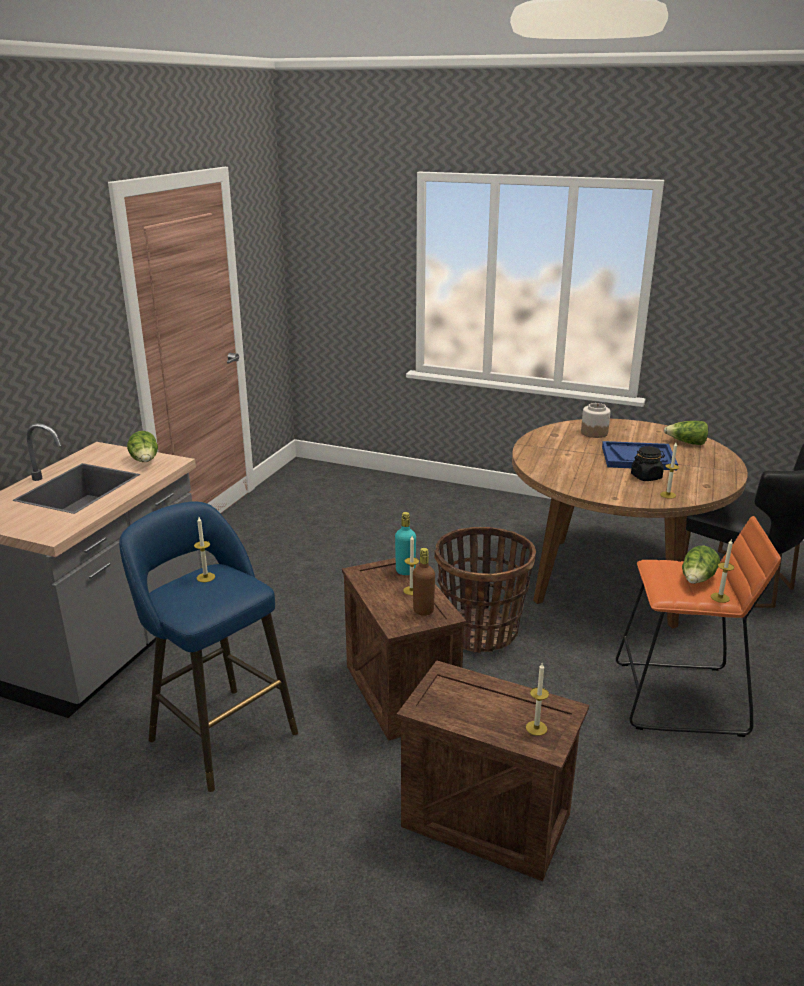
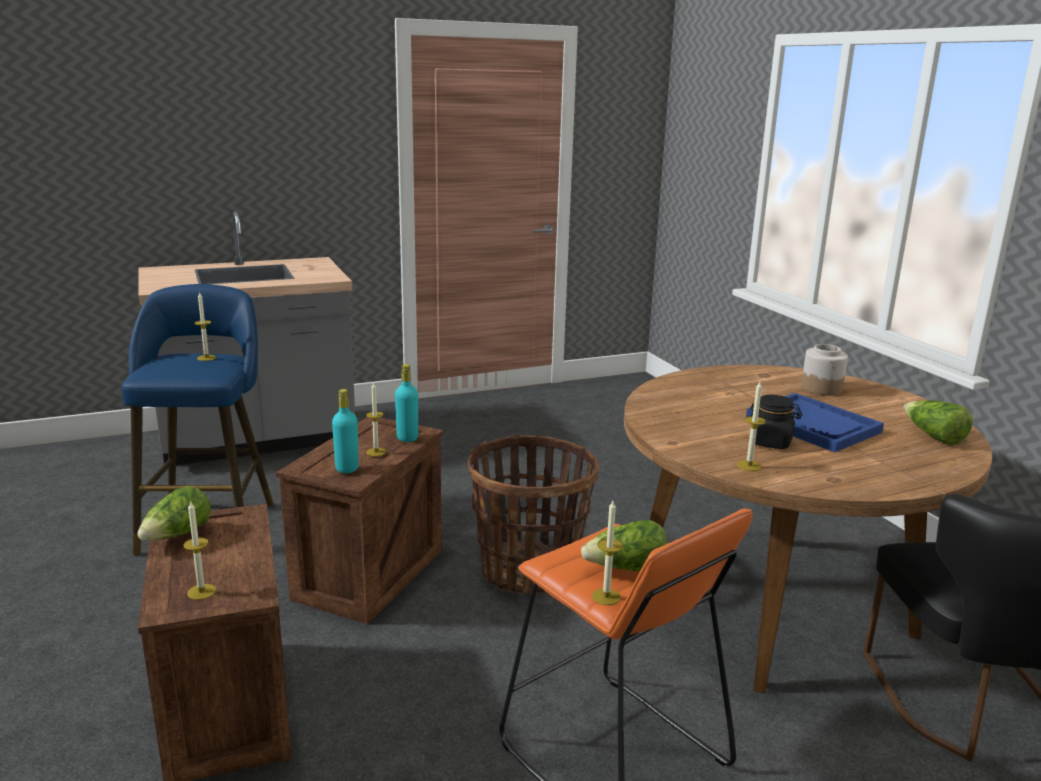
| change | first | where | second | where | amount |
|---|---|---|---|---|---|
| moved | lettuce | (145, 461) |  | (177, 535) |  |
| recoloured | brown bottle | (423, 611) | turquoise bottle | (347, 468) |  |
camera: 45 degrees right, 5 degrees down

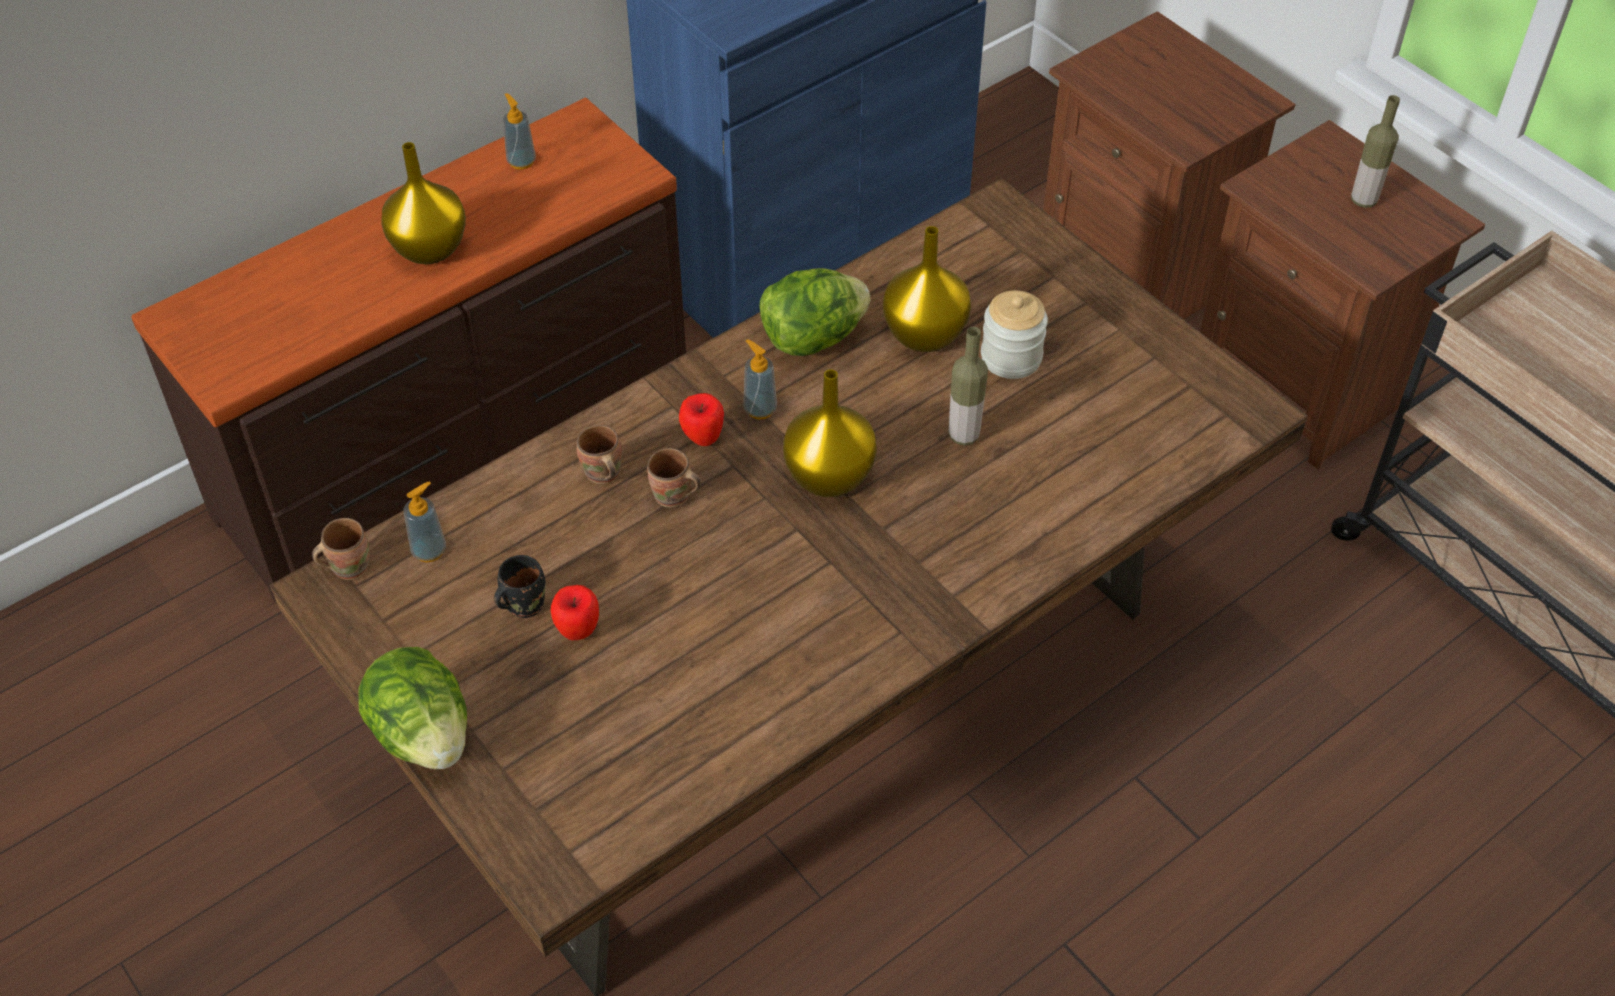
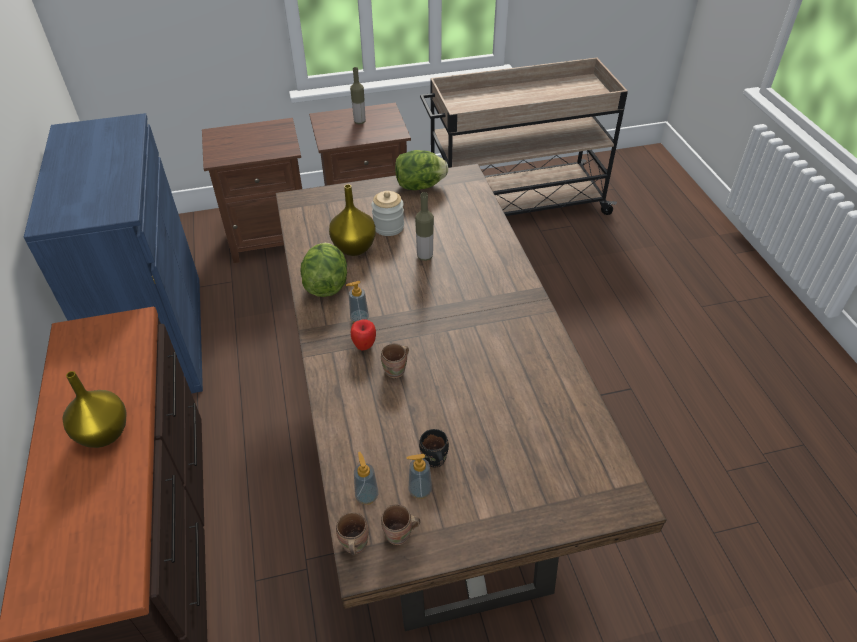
| change | first | where | second | where | amount |
|---|---|---|---|---|---|
| moved | brown mug | (601, 475) |  | (400, 535) |  |
| moved | lettuce | (423, 734) |  | (420, 186) |  |
| moved | soap dispenser | (521, 161) |  | (420, 490) |  |
| removed | apple | (578, 632) |  |  |  |
| removed | yellow vase | (831, 478) |  |  |  |
camera: 65 degrees left, 5 degrees down

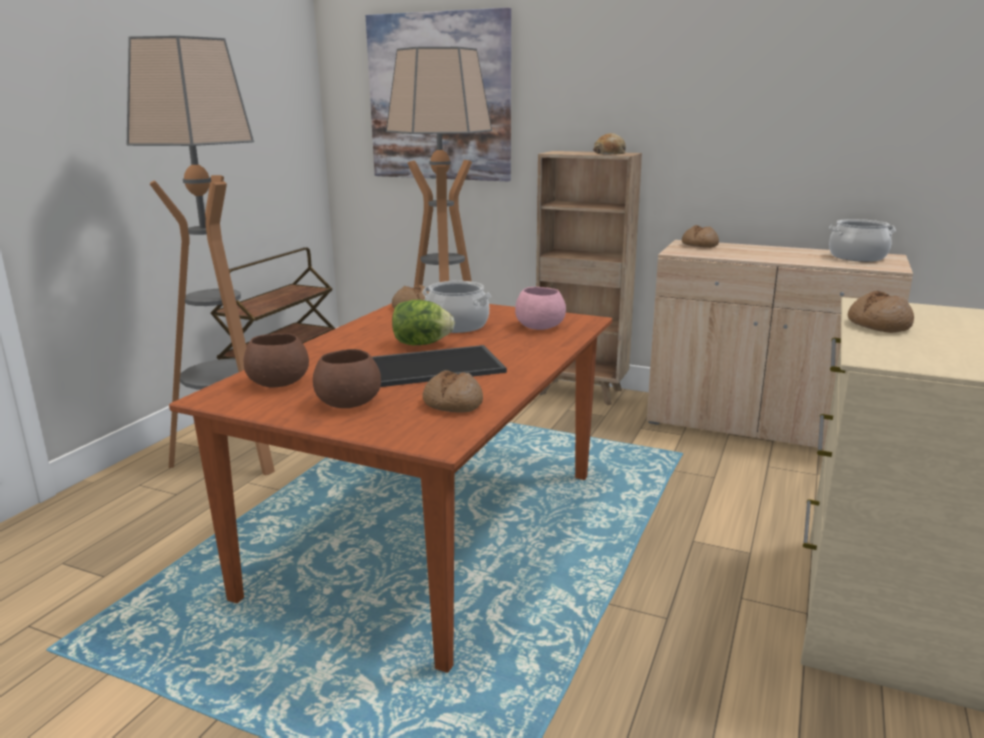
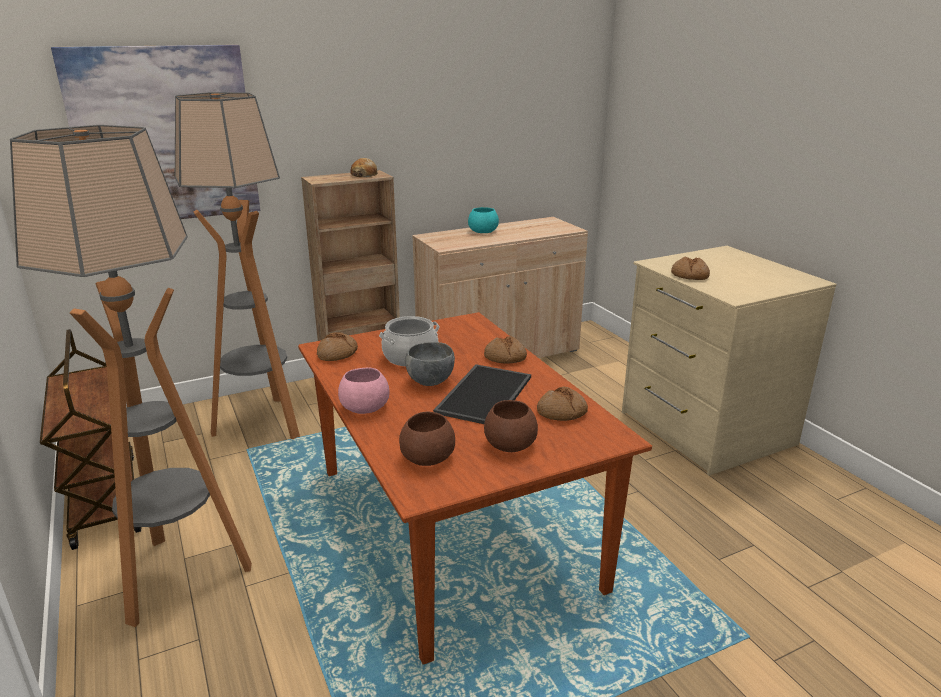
| change | first | where | second | where | amount |
|---|---|---|---|---|---|
| moved | pink bowl | (539, 326) |  | (364, 407) |  |
| replaced | lettuce | (421, 344) | grey bowl | (429, 381) |  |
| added |  |  | turquoise bowl | (483, 231) |  |
| moved | bread | (699, 245) |  | (505, 357) |  |
| removed | cooking pot | (857, 257) |  |  |  |
camera: 50 degrees left, 5 degrees up

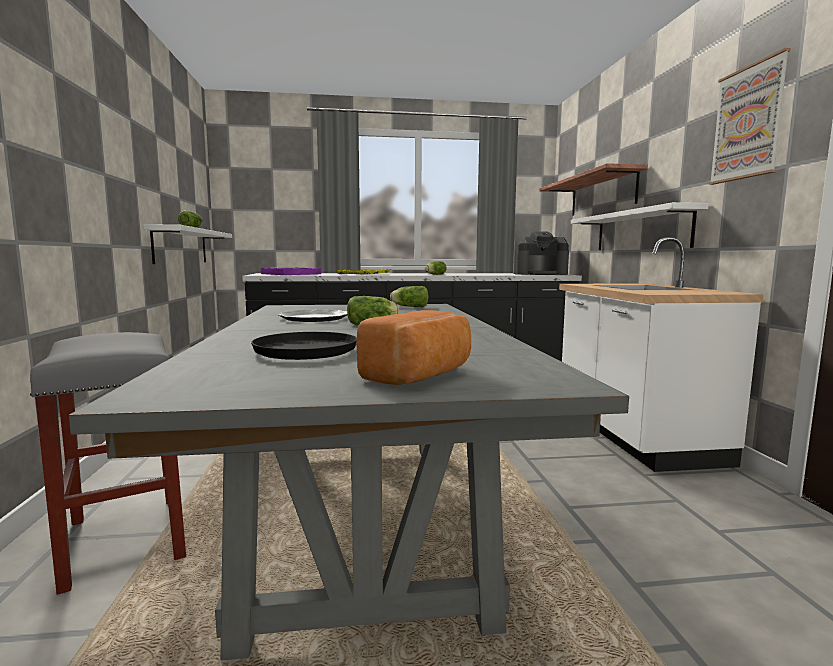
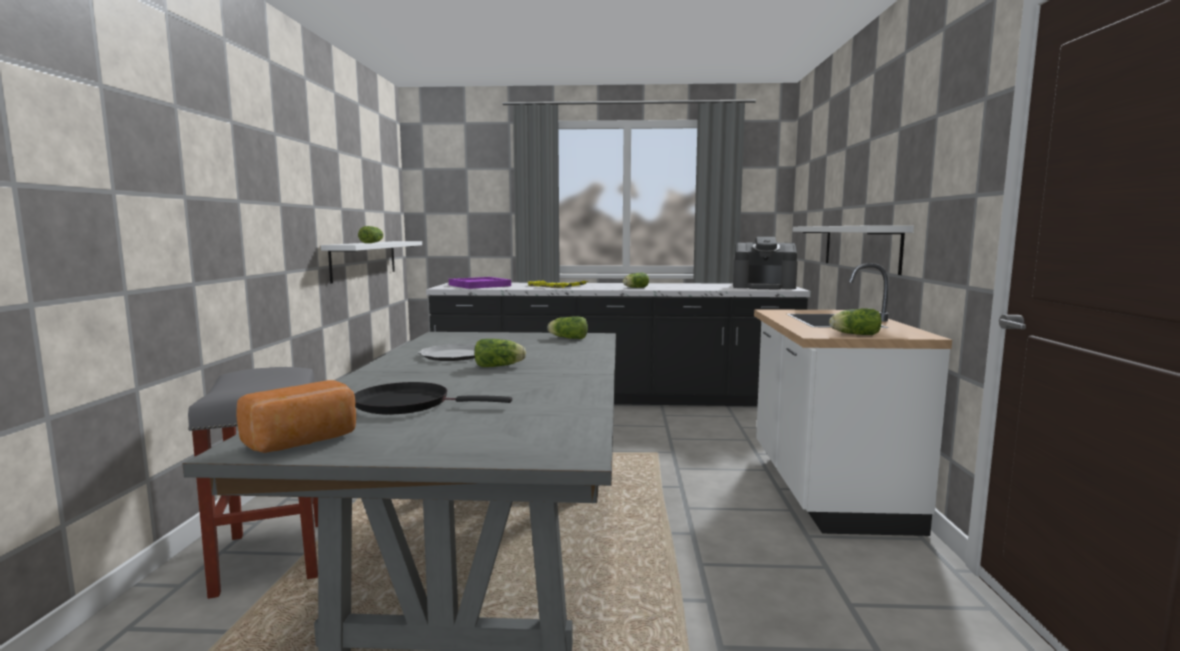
| change | first | where | second | where | amount |
|---|---|---|---|---|---|
| moved | bread | (421, 375) |  | (303, 441) |  |
| added |  |  | lettuce | (853, 334) |  |
| removed | shelf | (602, 194) |  |  |  |
| removed | picture | (748, 123) |  |  |  |
camera: 10 degrees right, 0 degrees up

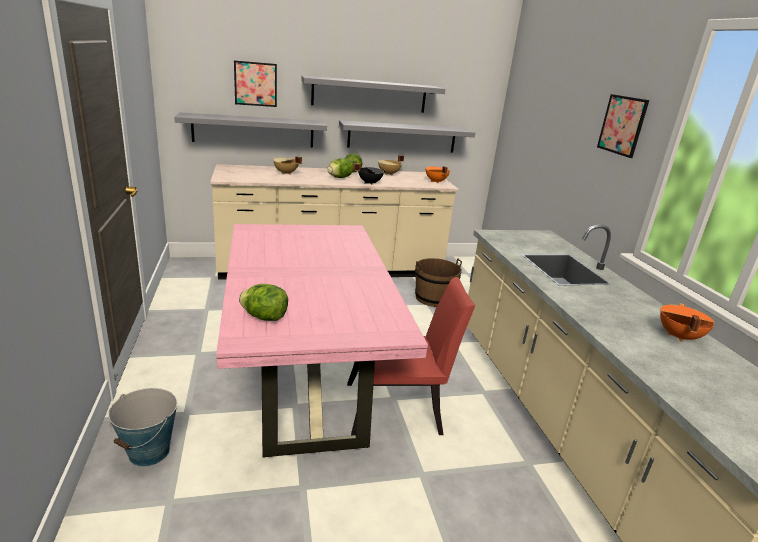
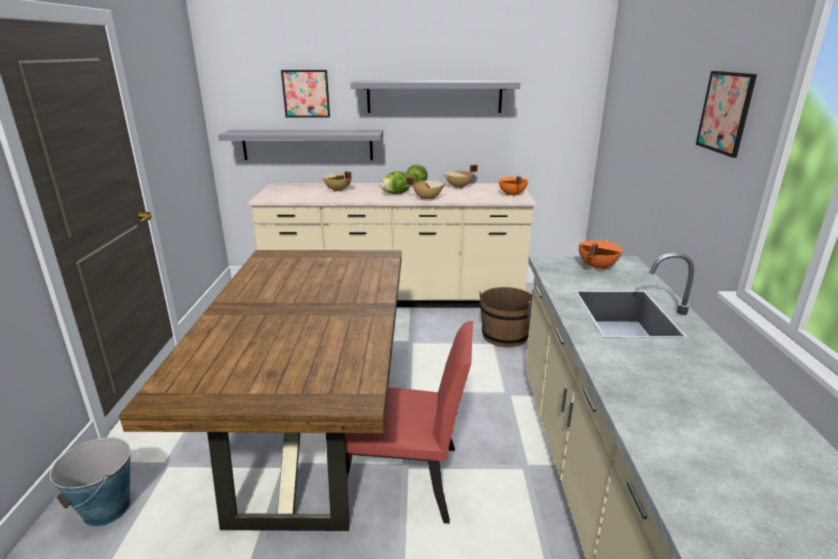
| change | first | where | second | where | amount |
|---|---|---|---|---|---|
| recoloured | pink dining table | (307, 378) | brown dining table | (314, 431) |  |
| recoloured | black cooking pot | (369, 183) | beige cooking pot | (427, 199) |  |
| moved | orange cooking pot | (678, 336) |  | (596, 267) |  |
| removed | lettuce | (264, 317) |  |  |  |
| removed | grey shelf | (402, 137) |  |  |  |
camera: 15 degrees right, 0 degrees up

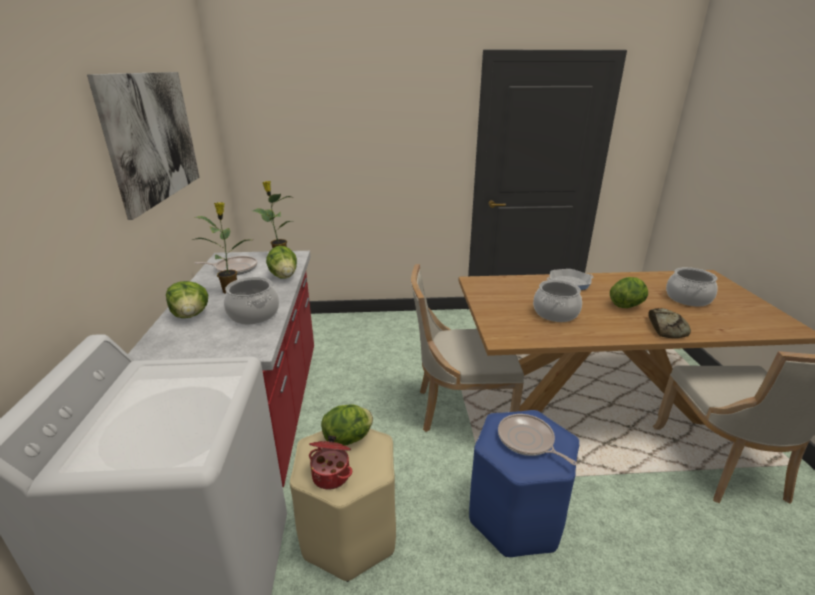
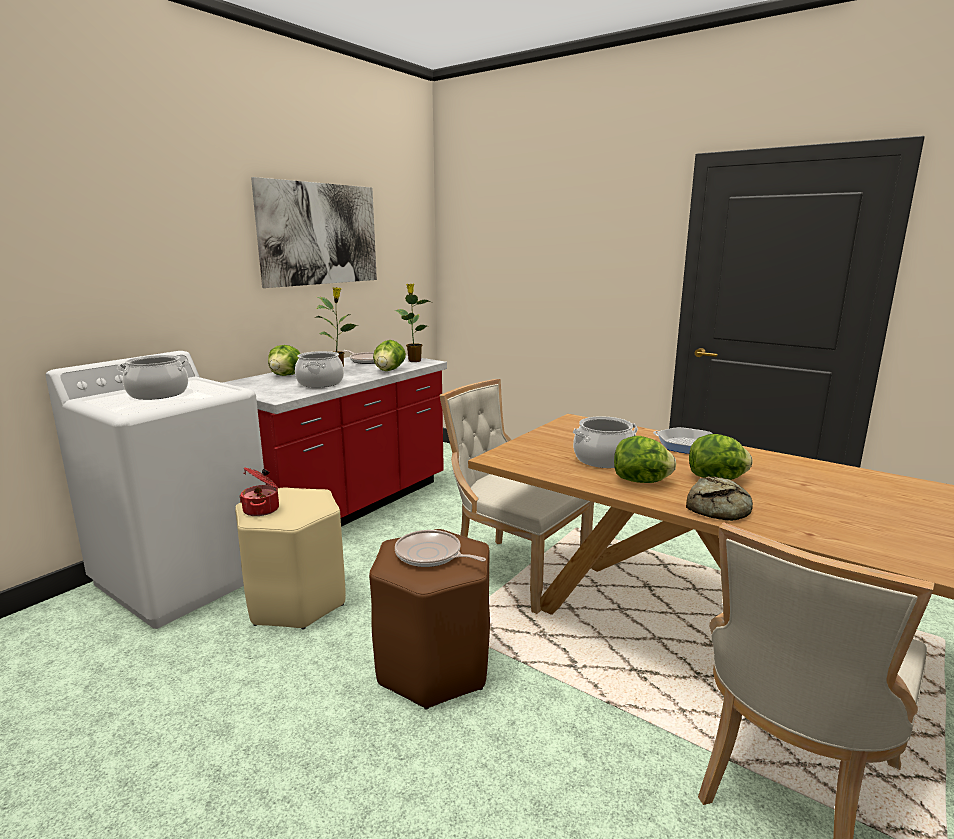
| change | first | where | second | where | amount |
|---|---|---|---|---|---|
| moved | cooking pot | (687, 298) |  | (158, 394) |  |
| recoloured | blue stool | (515, 517) | brown stool | (433, 667) |  |
| turned | frying pan | (528, 441) |  | (431, 555) | 60 degrees counterclockwise |
| moved | lettuce | (348, 439) |  | (641, 481) |  |
camera: 40 degrees right, 10 degrees down

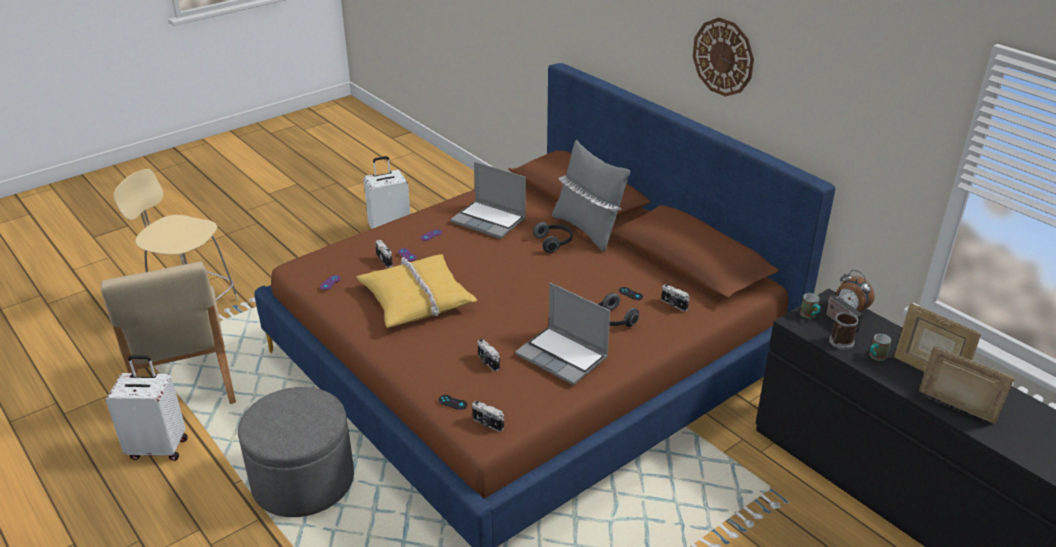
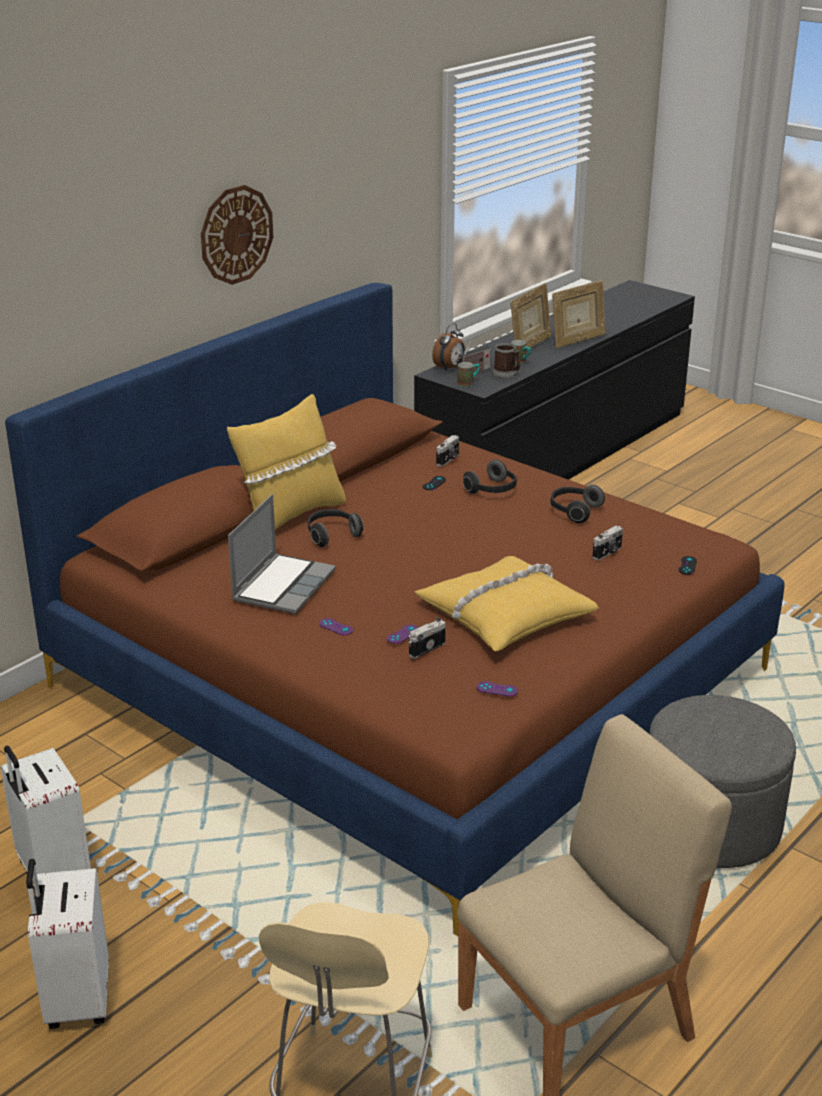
| change | first | where | second | where | amount |
|---|---|---|---|---|---|
| moved | white suitcase | (159, 447) |  | (76, 1001) |  |
| recoloured | grey pillow | (588, 229) | yellow pillow | (290, 516) |  |
| replaced | laptop | (563, 356) | headphones | (574, 511) |  |
| turned | picture frame | (955, 411) |  | (577, 341) | 150 degrees counterclockwise |
| removed | photo camera | (487, 424) |  |  |  |
camera: 100 degrees left, 5 degrees down

